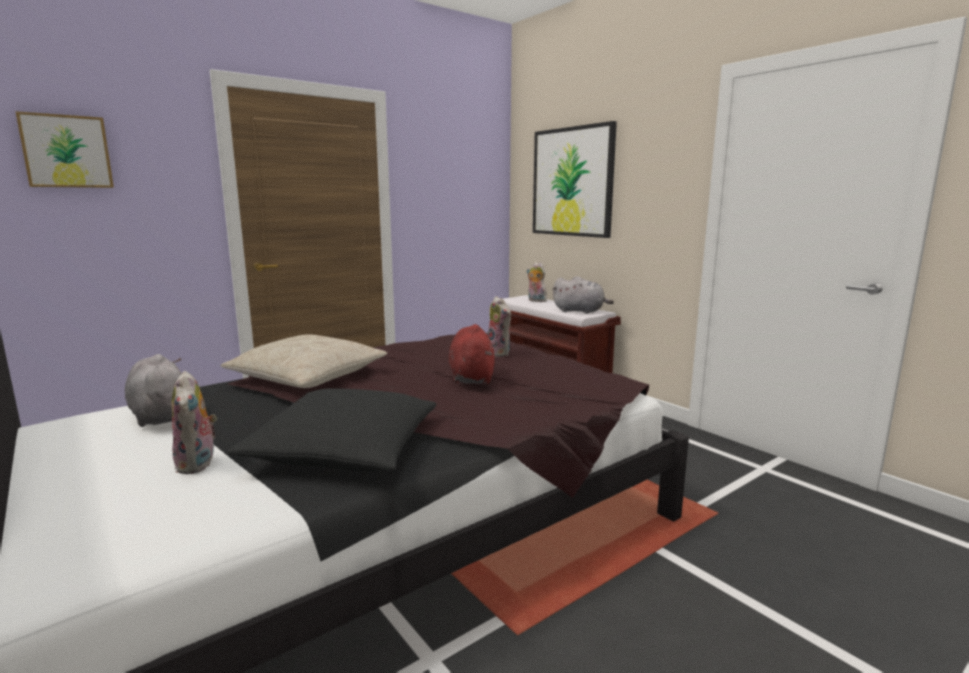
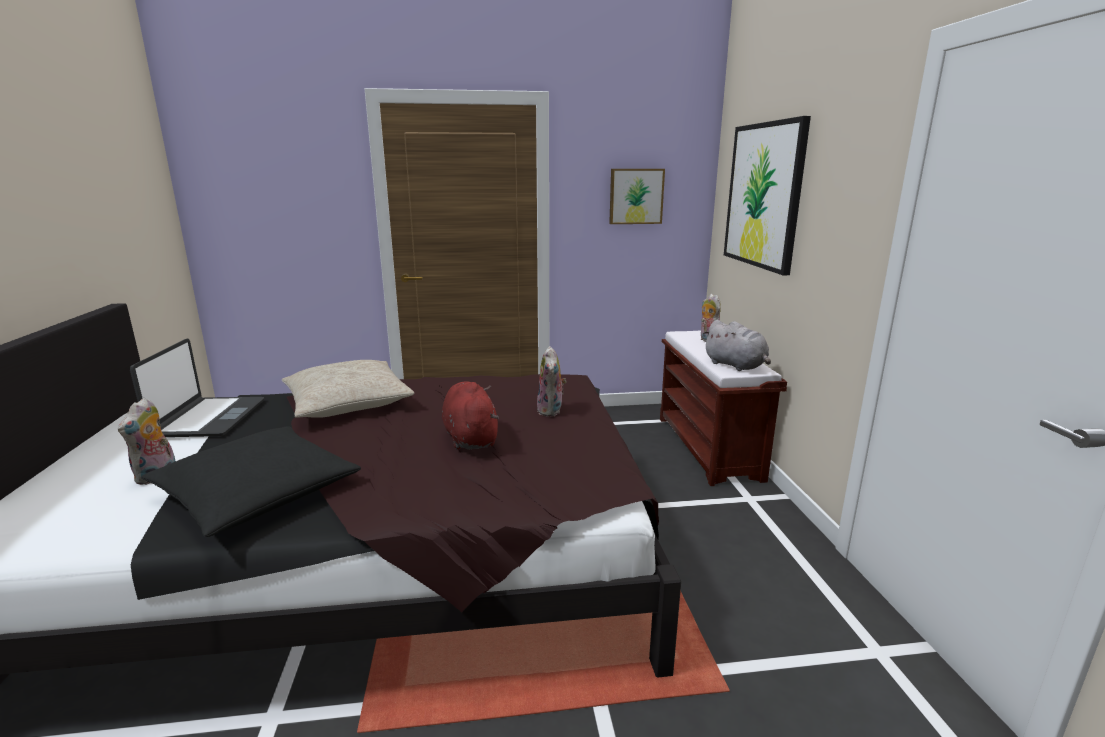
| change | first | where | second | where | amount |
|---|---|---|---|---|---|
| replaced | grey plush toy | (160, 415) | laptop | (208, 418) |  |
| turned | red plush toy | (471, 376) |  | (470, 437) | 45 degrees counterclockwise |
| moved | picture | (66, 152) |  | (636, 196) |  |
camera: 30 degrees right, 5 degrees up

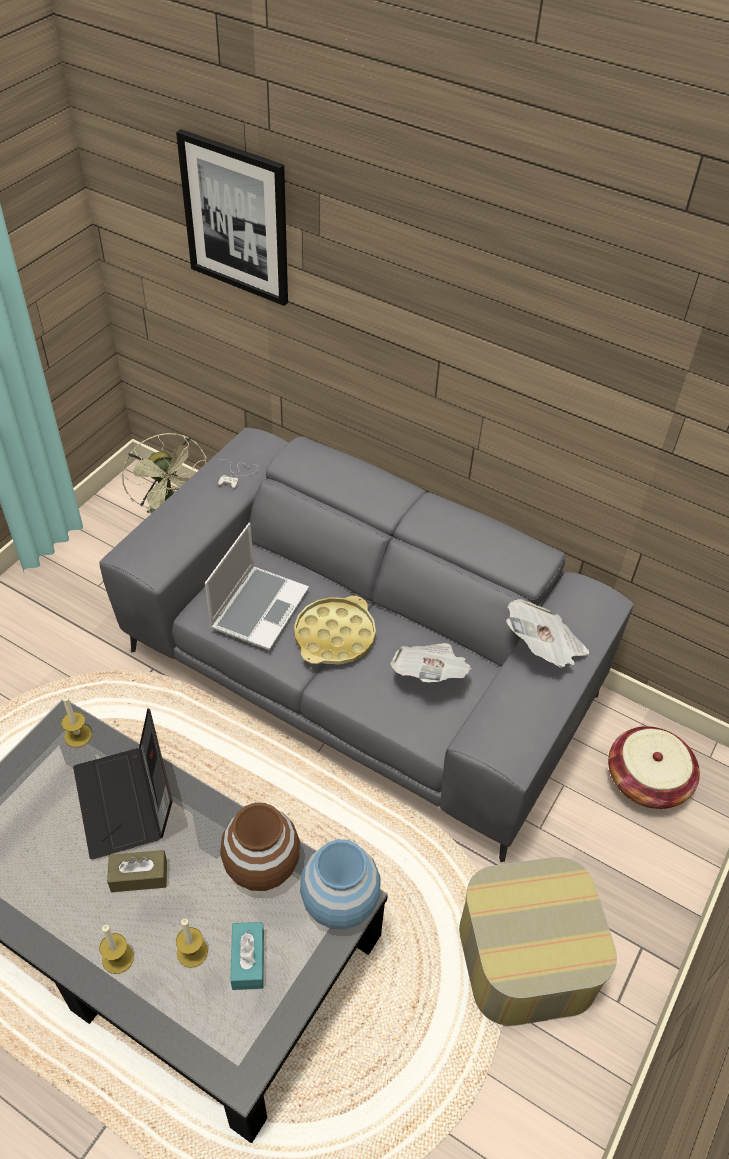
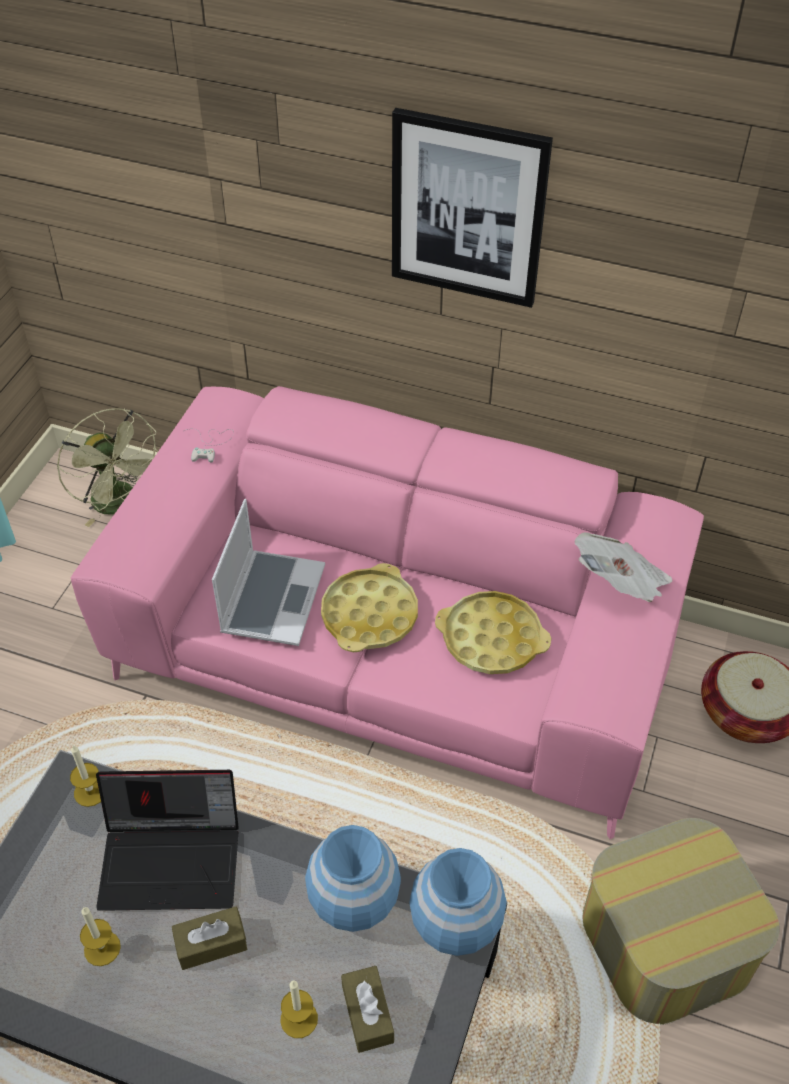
| change | first | where | second | where | amount |
|---|---|---|---|---|---|
| recoloured | grey sofa | (360, 675) | pink sofa | (395, 656) |  |
| moved | candle | (118, 958) |  | (102, 948) |  |
| turned | laptop | (127, 802) |  | (173, 858) | 60 degrees counterclockwise |
| recoloured | brown vase | (262, 866) | blue vase | (354, 900) |  |
| recoloured | turquoise tissue box | (248, 960) | brown tissue box | (367, 1014) |  |
| moved | picture | (236, 219) |  | (467, 209) |  |
| replaced | newspaper | (430, 674) | yellow tray | (491, 638) |  |
camera: 10 degrees left, 0 degrees up

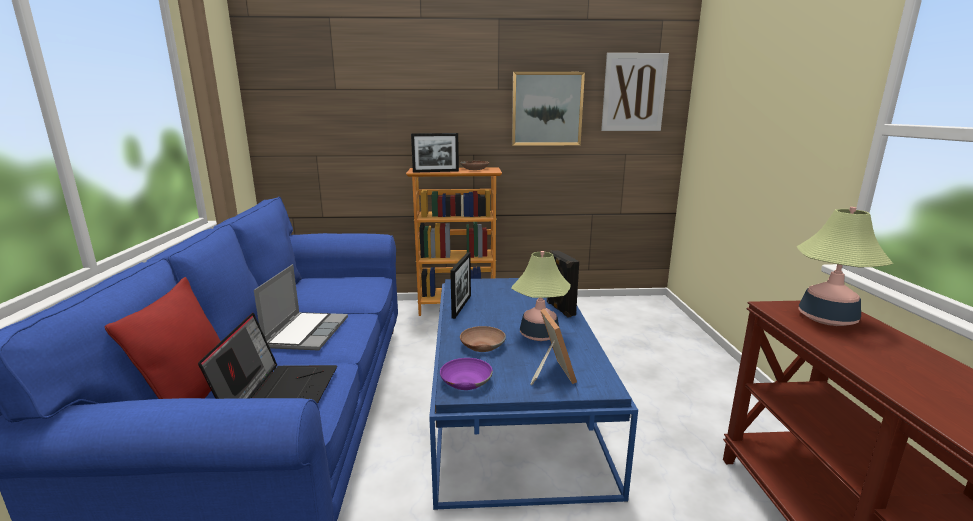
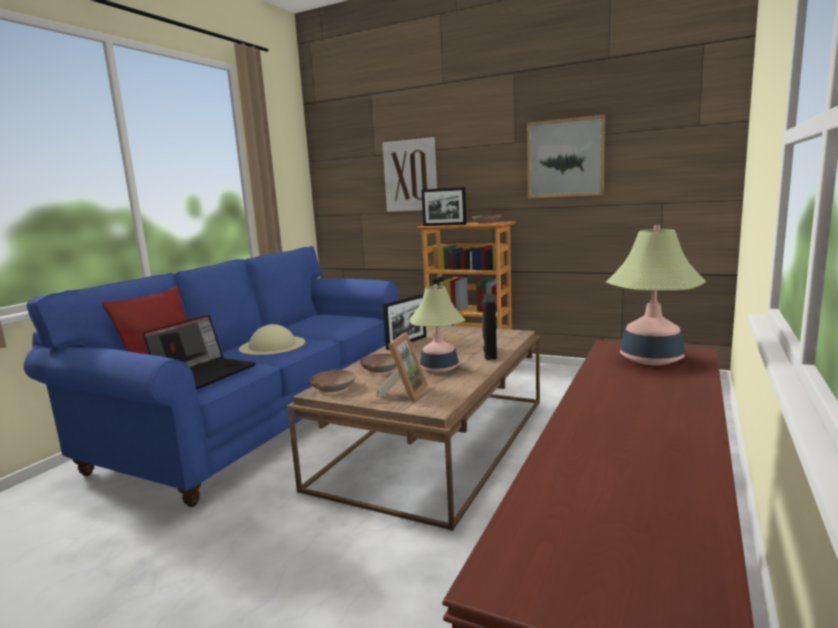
| change | first | where | second | where | amount |
|---|---|---|---|---|---|
| replaced | laptop | (306, 332) | beige hat | (272, 345) |  |
| recoloured | blue coffee table | (512, 403) | brown coffee table | (436, 441) |  |
| recoloured | purple bowl | (465, 381) | brown bowl | (333, 387) |  |
| moved | picture | (633, 92) |  | (410, 175) |  |
camera: 30 degrees right, 5 degrees down

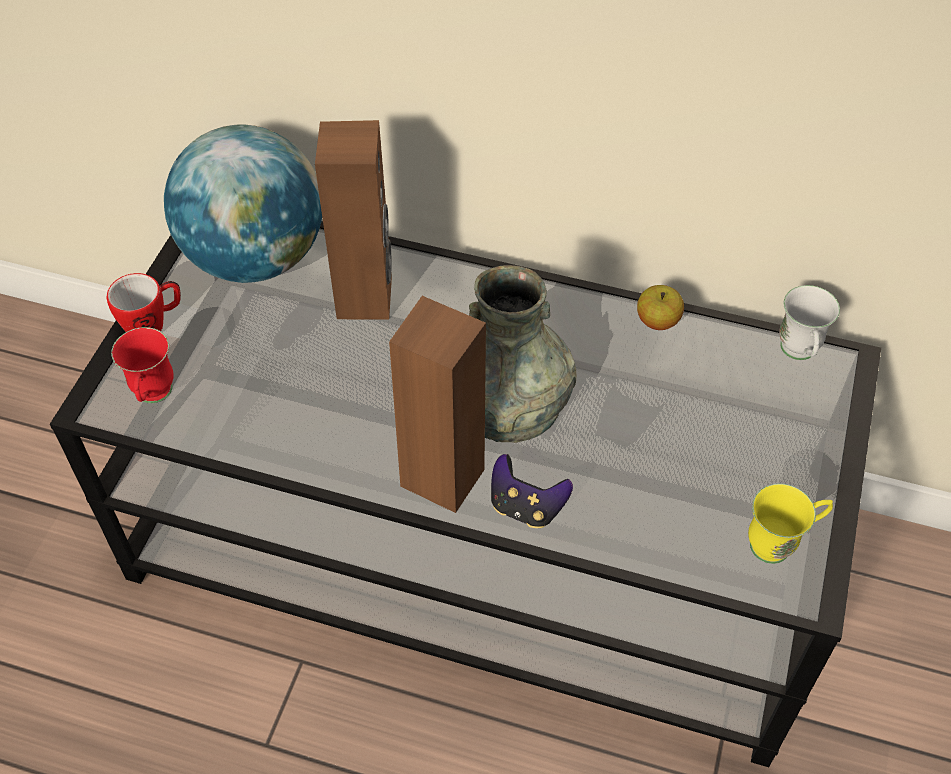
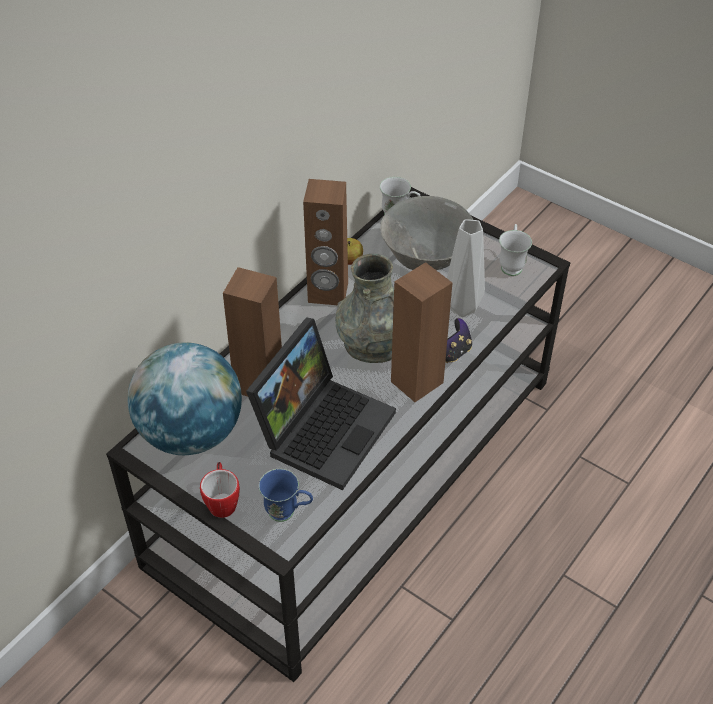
| change | first | where | second | where | amount |
|---|---|---|---|---|---|
| added |  |  | laptop | (323, 426) |  |
| recoloured | red mug | (153, 397) | blue mug | (288, 513) |  |
| added |  |  | brown speaker | (328, 293) |  |
| added |  |  | grey bowl | (426, 260) |  |
| added |  |  | grey vase | (462, 306) |  |
| recoloured | yellow mug | (780, 544) | white mug | (511, 264) |  |
camera: 70 degrees left, 5 degrees down

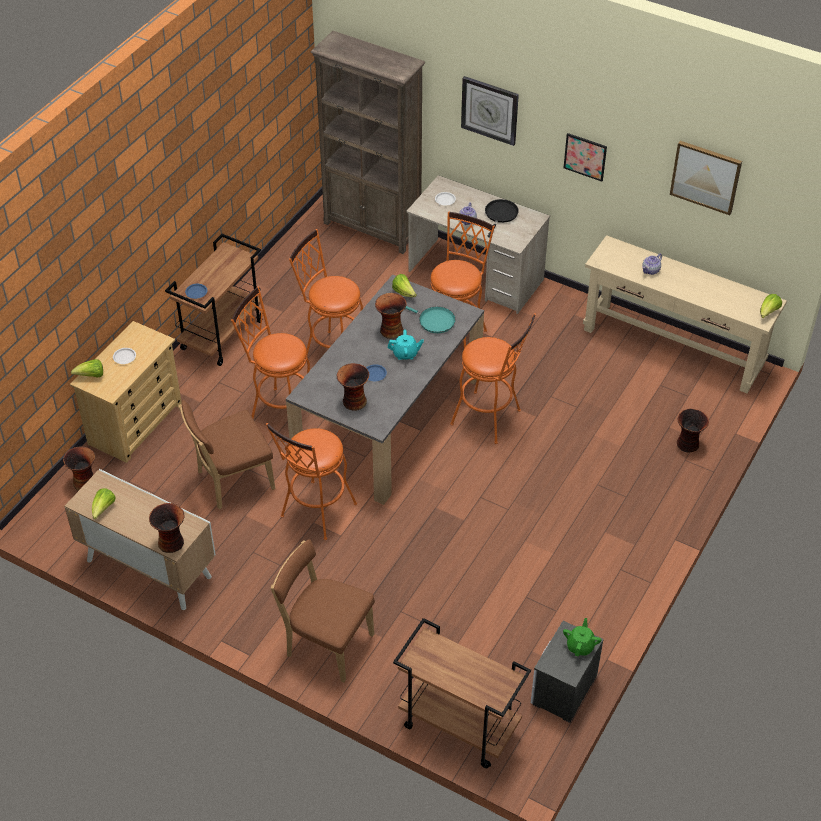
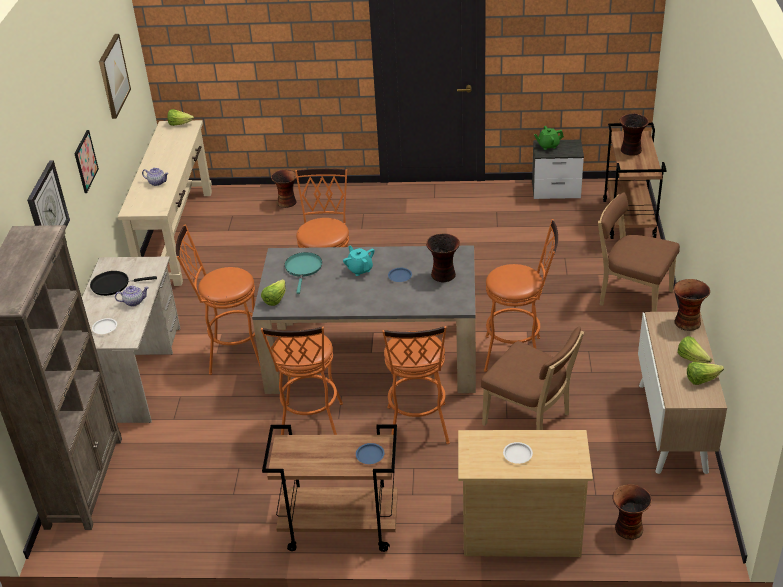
| change | first | where | second | where | amount |
|---|---|---|---|---|---|
| turned | brown chair | (326, 643) |  | (632, 297) | 120 degrees clockwise |
| moved | vase | (390, 330) |  | (631, 150) |  |
| moved | lettuce | (91, 376) |  | (692, 358) |  |
camera: 115 degrees left, 10 degrees down

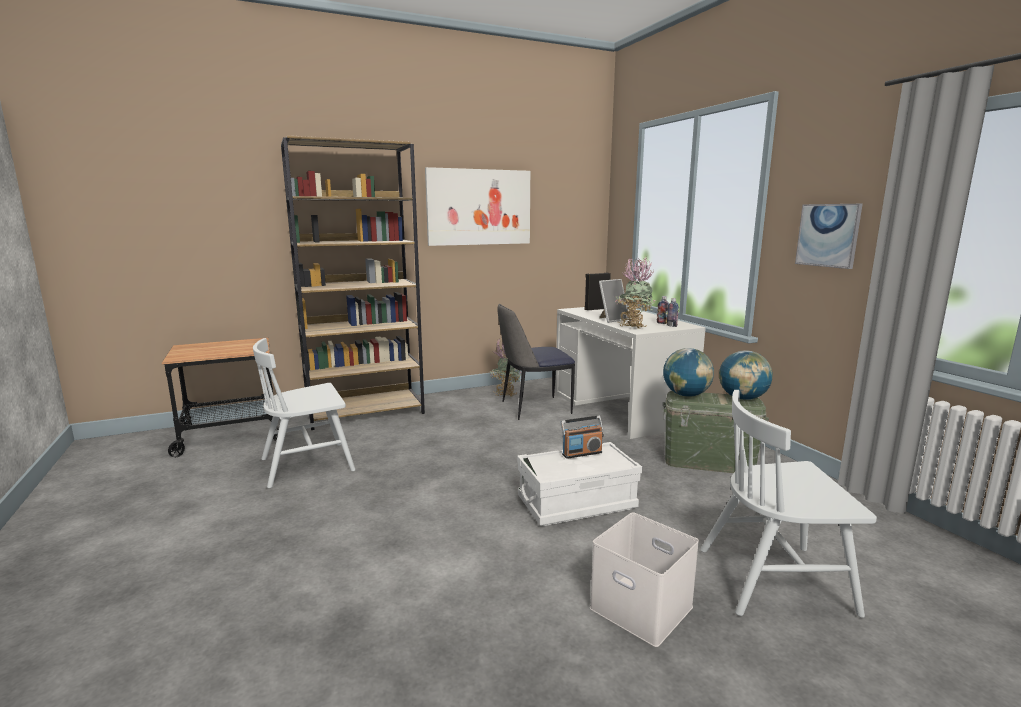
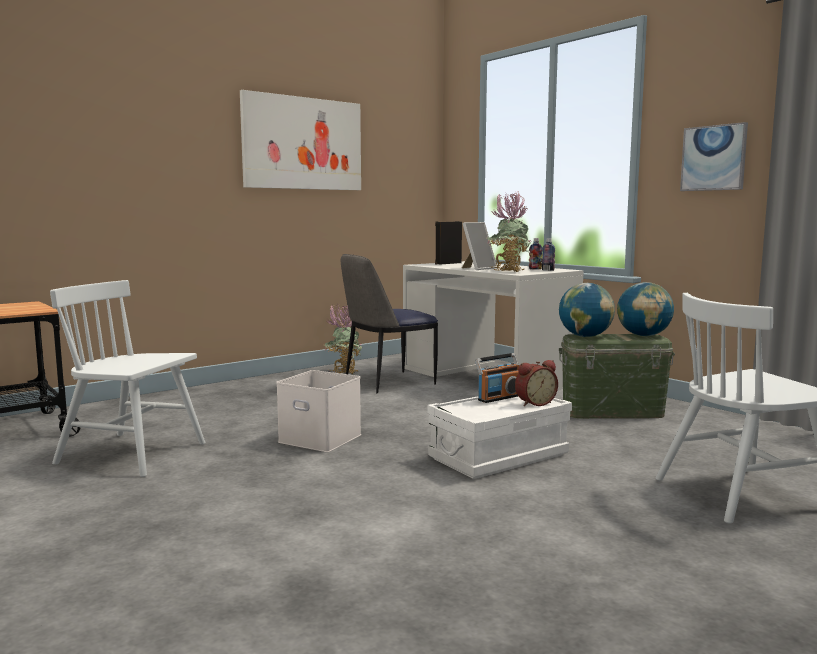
| change | first | where | second | where | amount |
|---|---|---|---|---|---|
| turned | white chair | (308, 464) |  | (132, 454) | 60 degrees clockwise |
| moved | white storage box | (638, 607) |  | (318, 438) |  |
| added |  |  | alarm clock | (534, 403) |  |
| removed | brown bookcase | (366, 412) |  |  |  |
camera: 15 degrees left, 5 degrees down

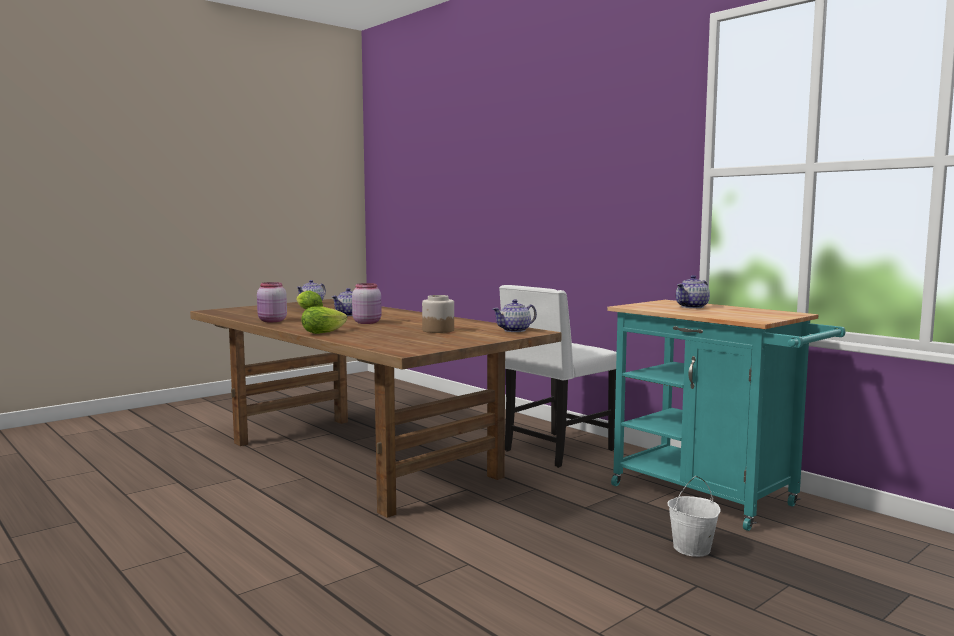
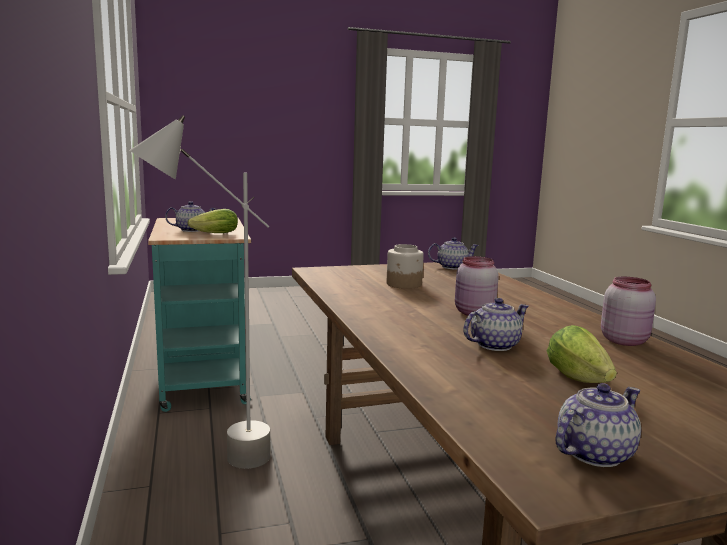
| change | first | where | second | where | amount |
|---|---|---|---|---|---|
| replaced | white chair | (556, 450) | grey floor lamp | (212, 464) |  |
| moved | lettuce | (326, 332) |  | (213, 234) |  |
| moved | teapot | (515, 330) |  | (451, 267) |  |
| removed | white bucket | (692, 549) |  |  |  |
camera: 155 degrees left, 5 degrees up

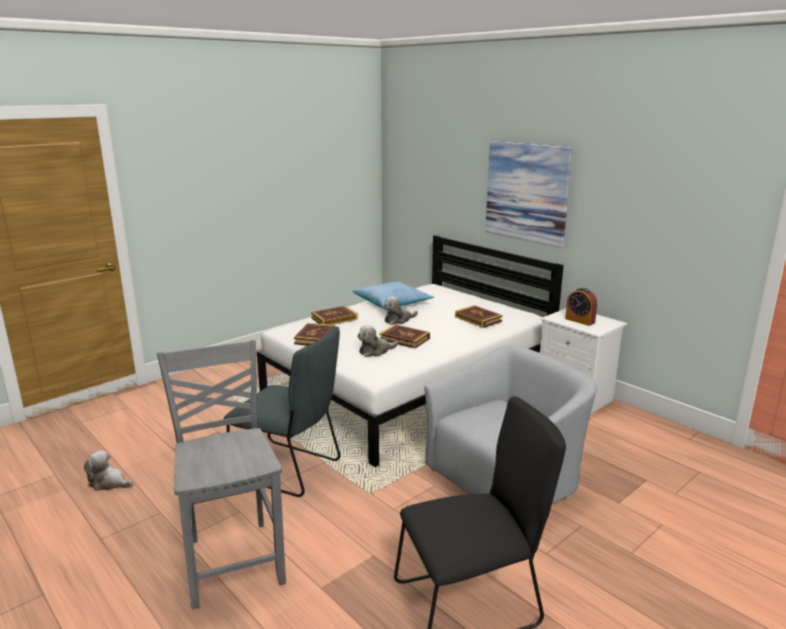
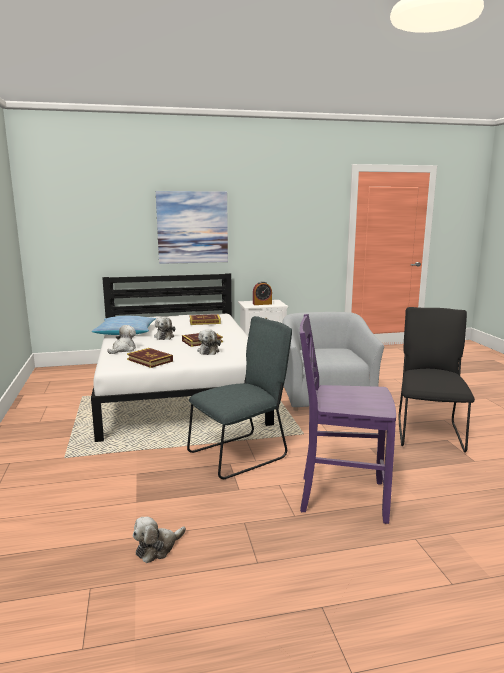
| change | first | where | second | where | amount |
|---|---|---|---|---|---|
| replaced | book | (334, 319) | plush toy | (123, 349) |  |
| recoloured | grey chair | (234, 560) | purple chair | (340, 497) |  |
camera: 60 degrees left, 5 degrees down

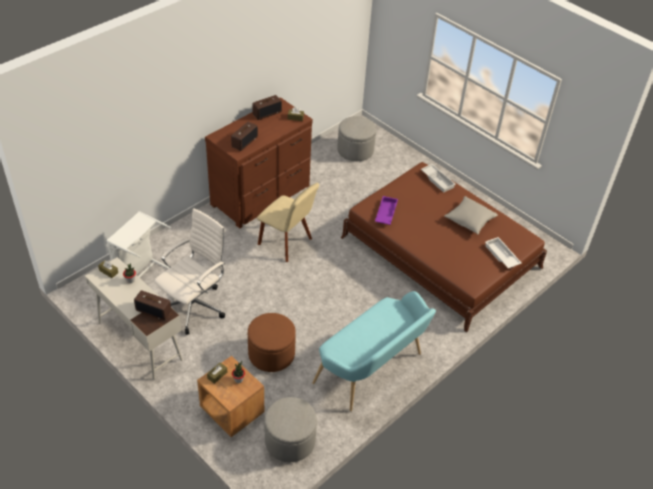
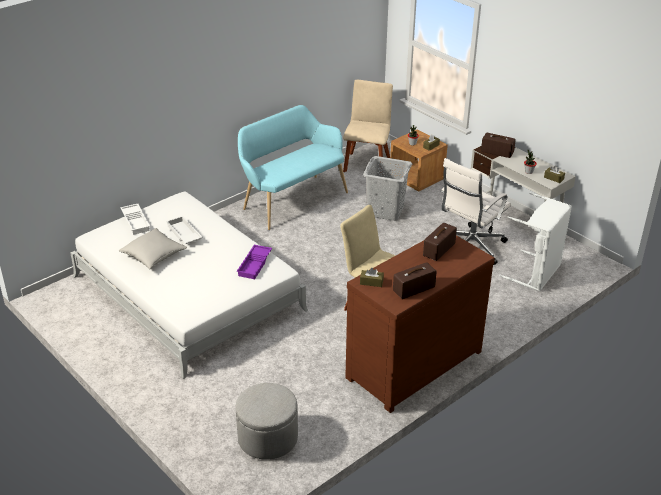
| change | first | where | second | where | amount |
|---|---|---|---|---|---|
| recoloured | brown bed | (440, 252) | white bed | (188, 293) |  |
| moved | white tray | (438, 180) |  | (183, 234) |  |
| replaced | grey ottoman | (290, 440) | beige chair | (367, 163) |  |
| replaced | brown ottoman | (271, 354) | grey laundry basket | (386, 211) |  |
camera: 175 degrees left, 10 degrees down

